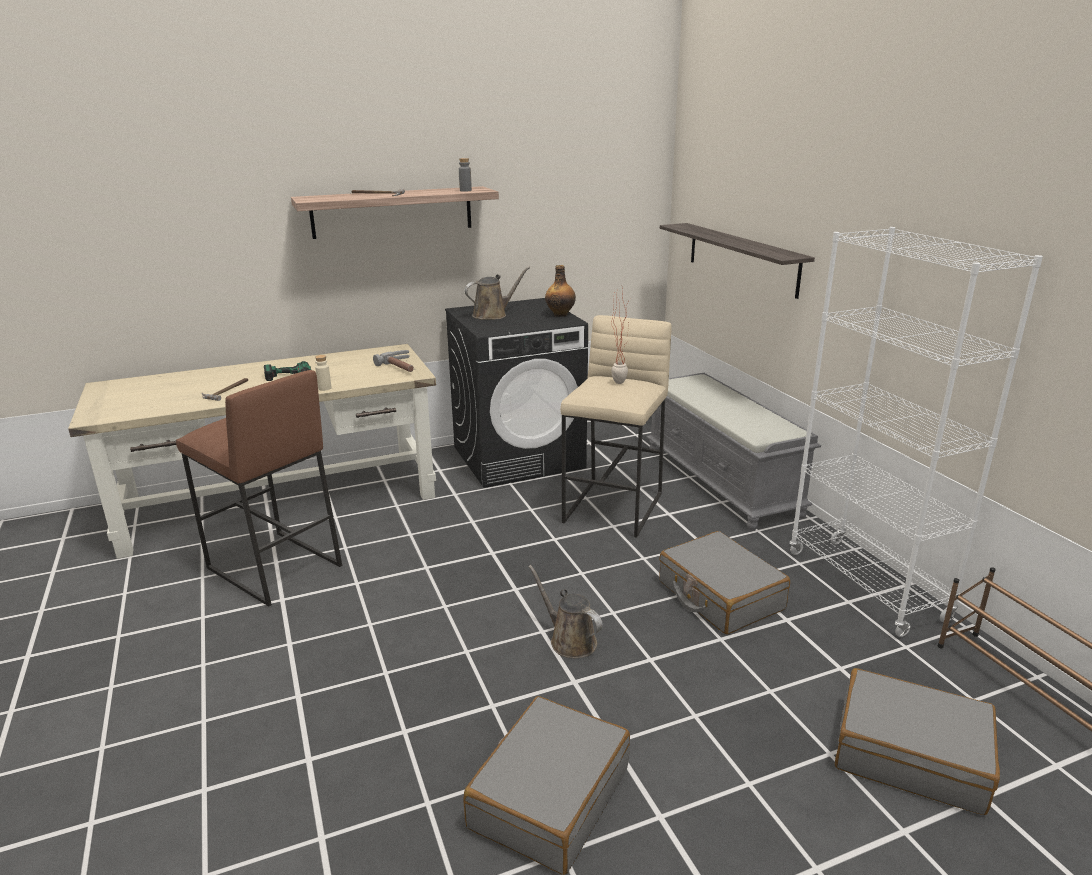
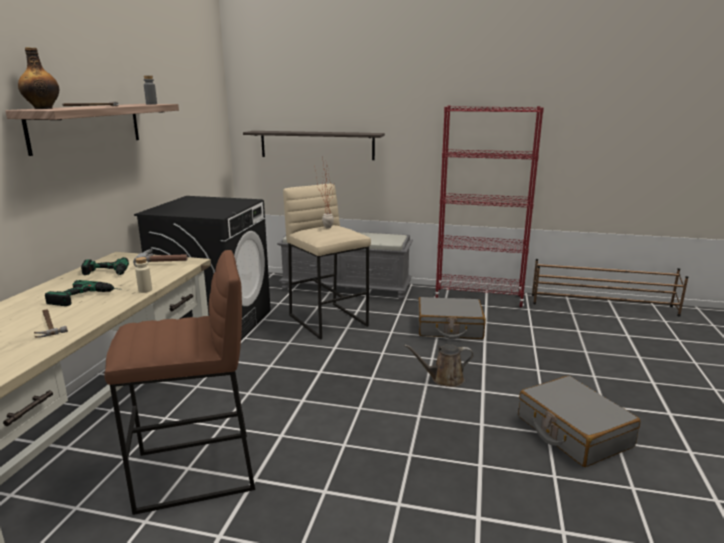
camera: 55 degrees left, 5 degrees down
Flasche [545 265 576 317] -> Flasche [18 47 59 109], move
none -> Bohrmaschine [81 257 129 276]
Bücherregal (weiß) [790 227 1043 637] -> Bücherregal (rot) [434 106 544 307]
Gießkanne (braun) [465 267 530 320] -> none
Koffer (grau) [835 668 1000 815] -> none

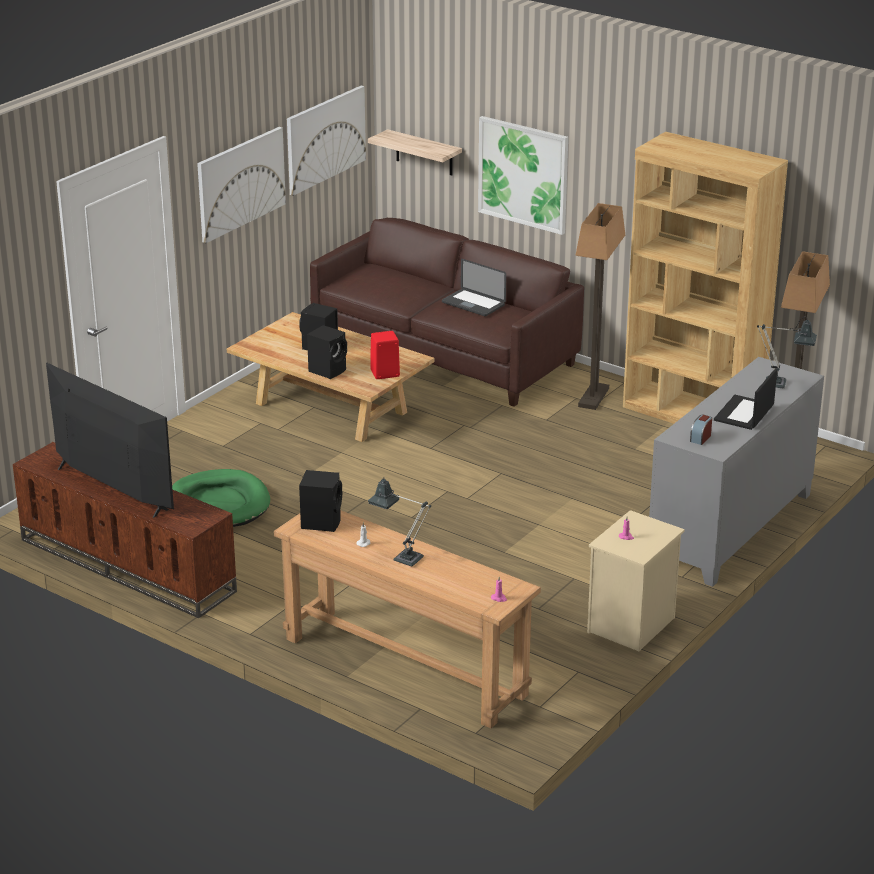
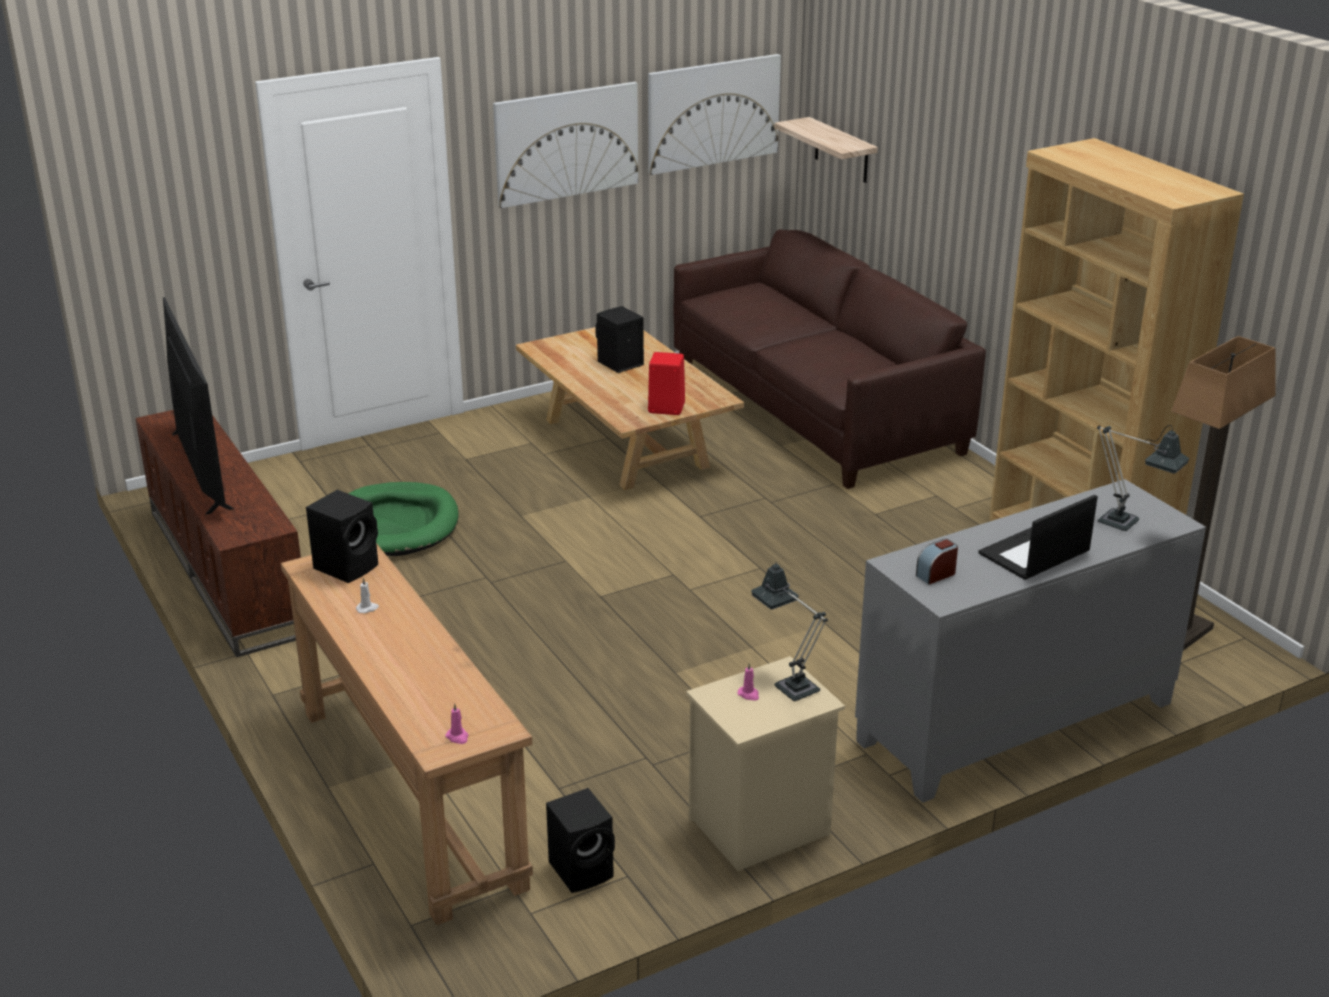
camera: 25 degrees right, 0 degrees up
Lautsprecher (schwarz) [307 325 347 379] -> Lautsprecher (schwarz) [546 788 615 893], move
Tischlampe [368 478 431 566] -> Tischlampe [751 564 828 701], move
Laptop [442 259 506 316] -> none
Bild [478 116 568 235] -> none
Stehlampe [575 203 625 410] -> none

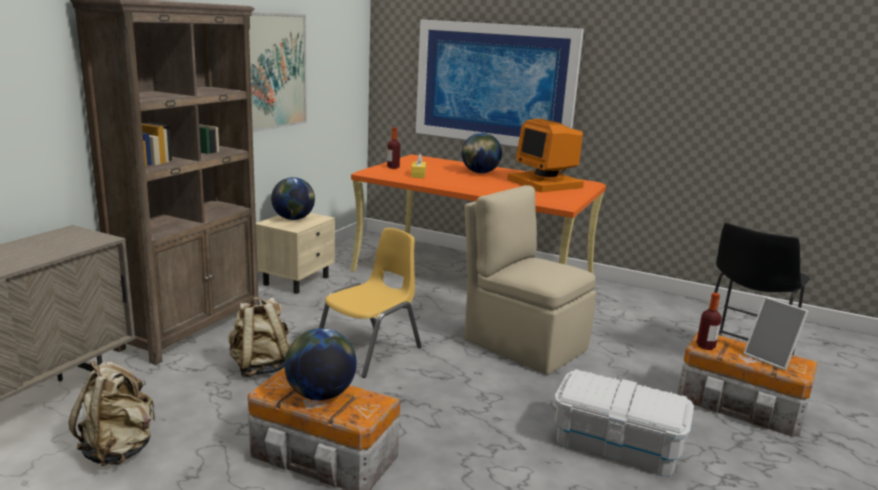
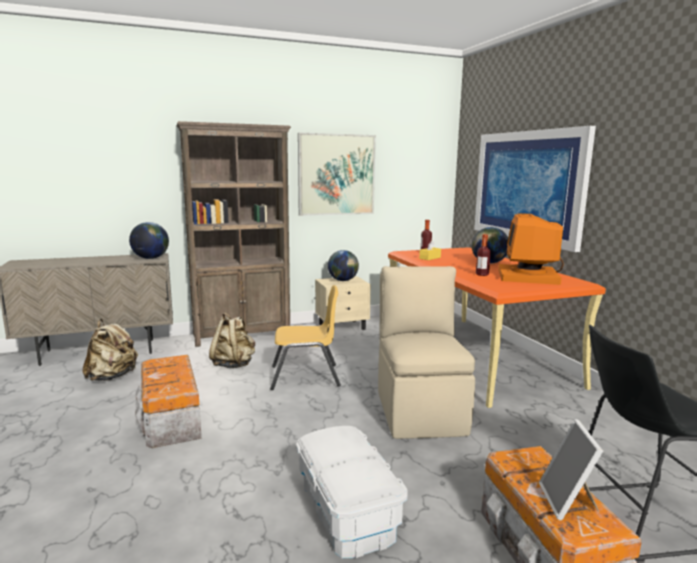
camera: 45 degrees right, 5 degrees down
Globus [284 328 357 400] -> Globus [129 222 169 259], move
Flasche [696 293 722 350] -> Flasche [476 234 491 276], move

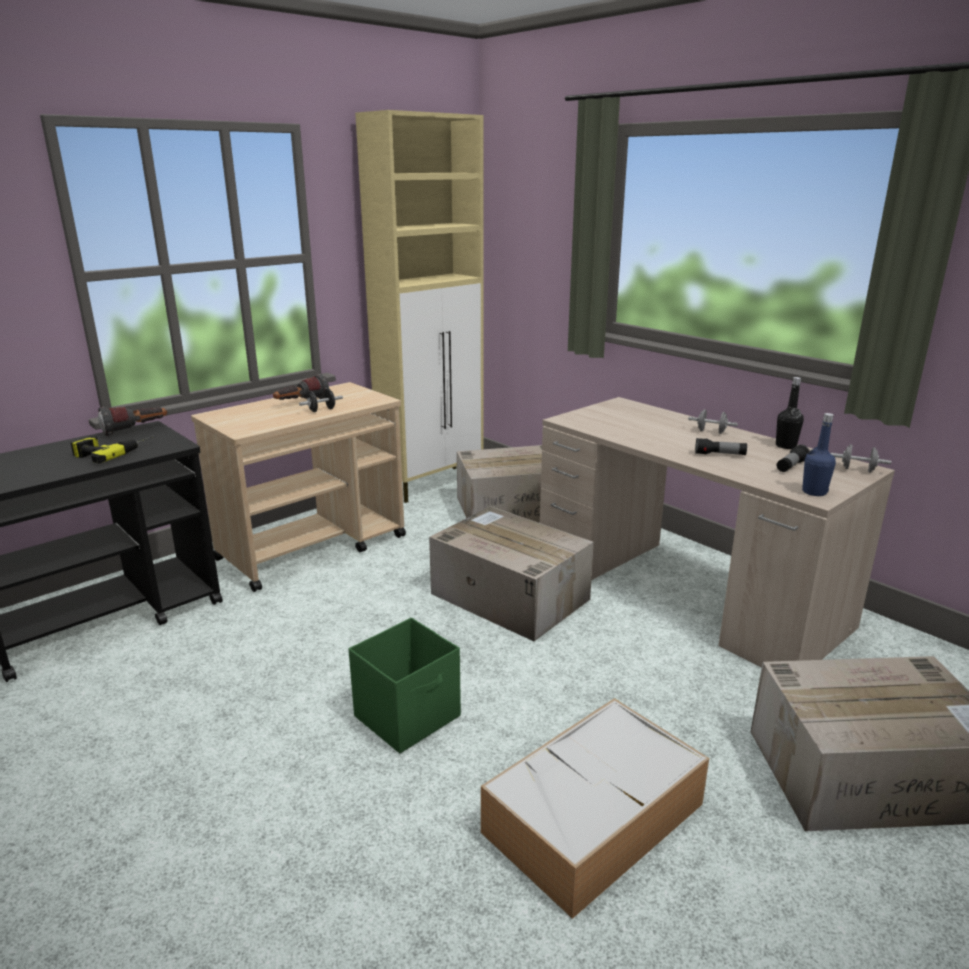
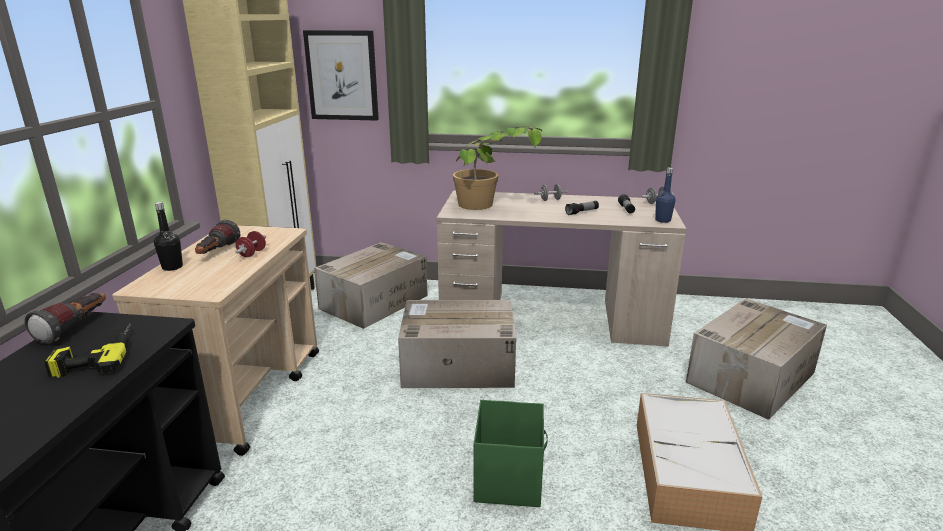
camera: 40 degrees left, 0 degrees up
Flasche (schwarz) [776 377 804 449] -> Flasche (schwarz) [154 202 183 271], move
Hantel (schwarz) [299 389 343 412] -> Hantel (rot) [235 231 266 257]
none -> Bild [303 30 379 121]
none -> Topfpflanze [453 125 542 210]

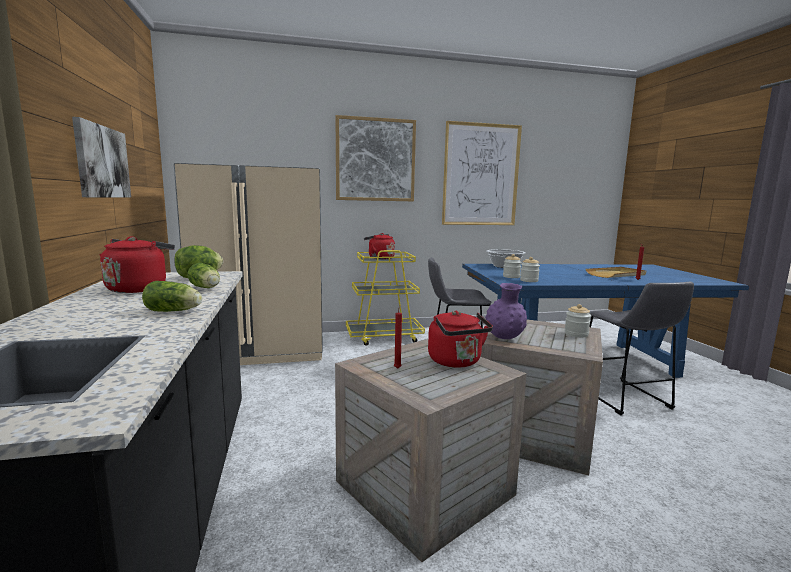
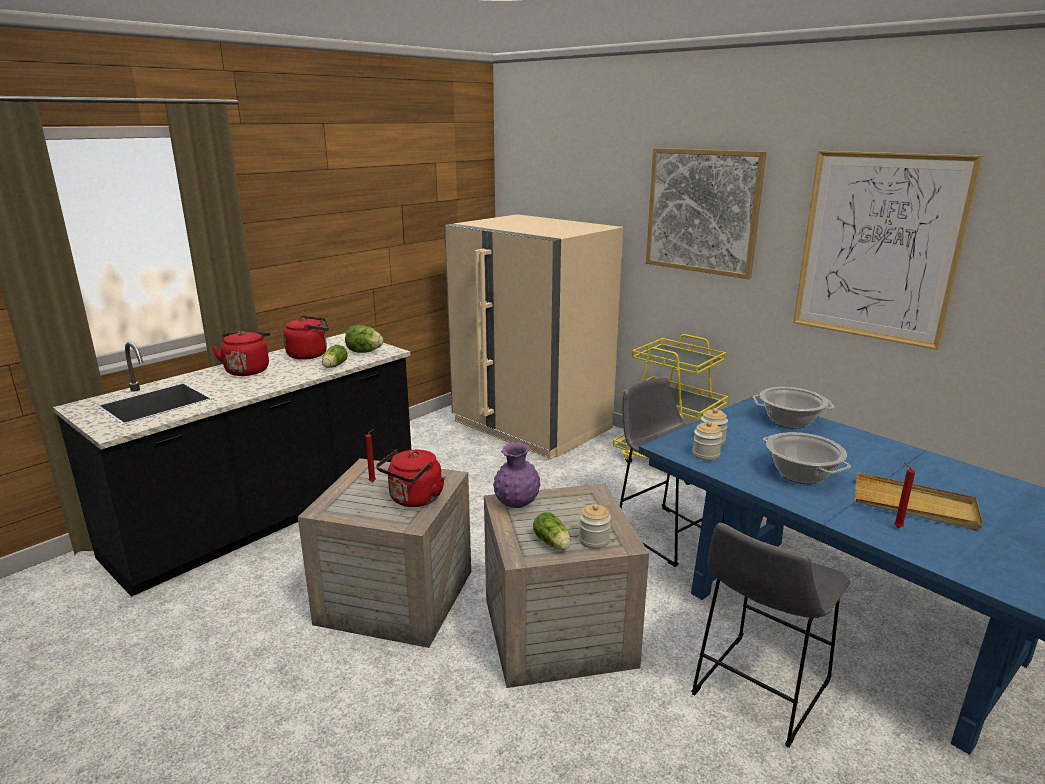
camera: 55 degrees right, 10 degrees up
Wasserkessel (rot) [364 233 395 260] -> Wasserkessel (rot) [212 331 270 376], move
Salatkopf [142 281 202 312] -> Salatkopf [533 512 571 550], move
none -> Kochtopf [763 432 851 484]
Bild [72 117 131 197] -> none

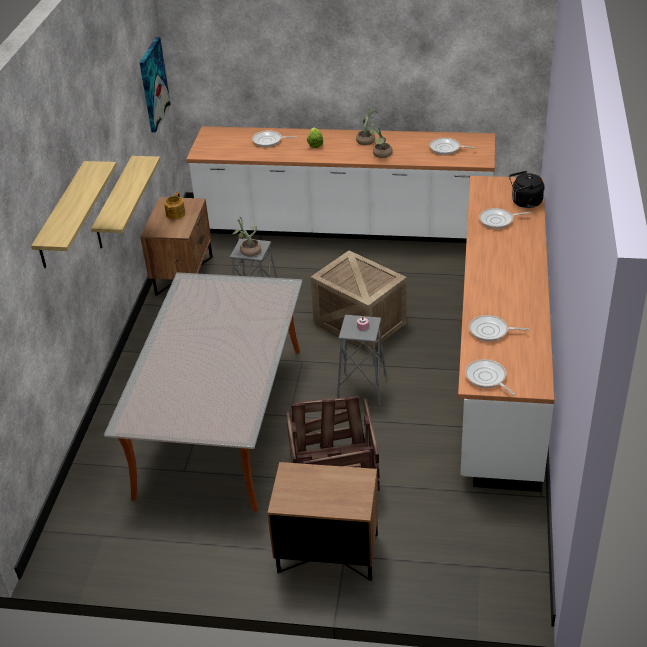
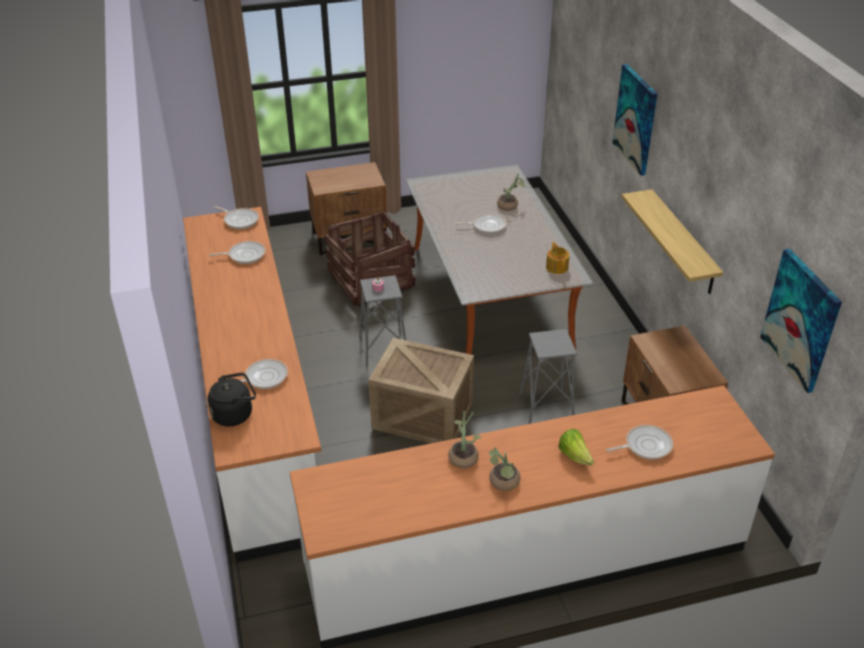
camera: 155 degrees right, 0 degrees up
Pfanne [429 138 476 155] -> Pfanne [455 213 507 234], move
Topfpflanze [232 217 261 257] -> Topfpflanze [497 173 525 211], move
Teekanne [164 192 185 219] -> Teekanne [546 242 570 274], move
Wandregal [31 161 117 268] -> Bild [613 64 657 176]

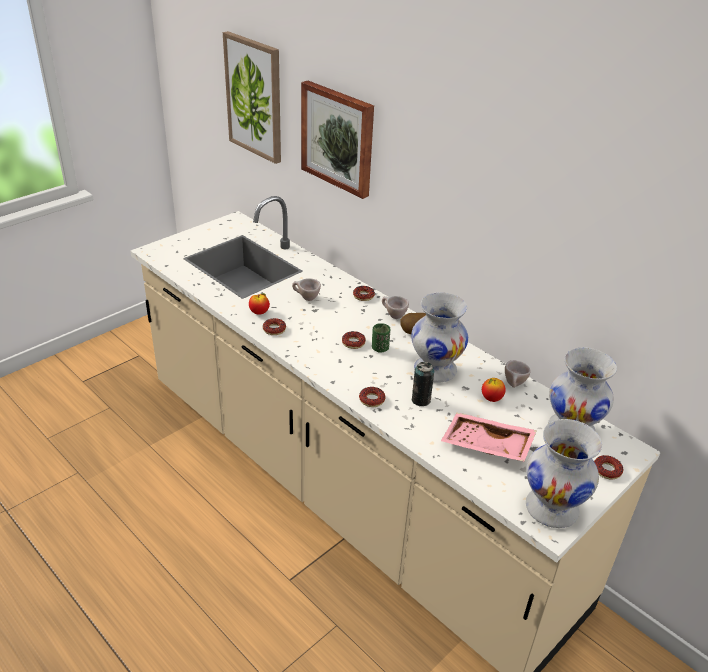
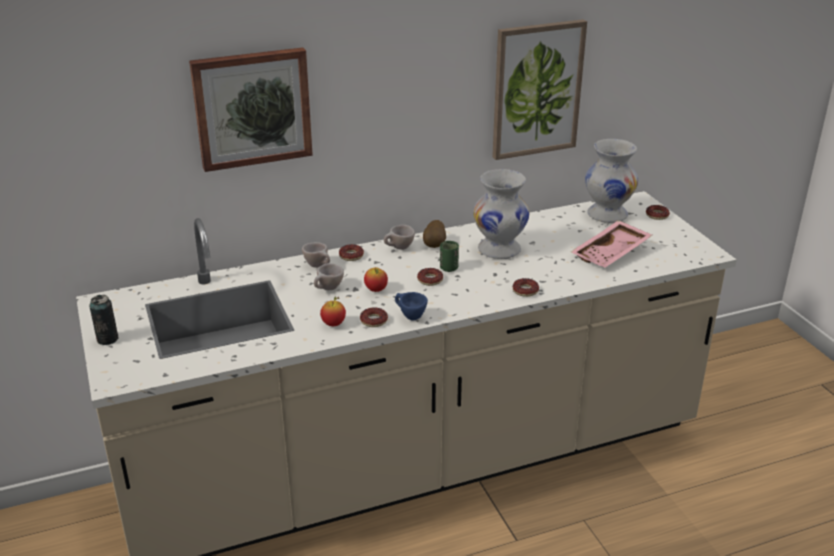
camera: 65 degrees left, 5 degrees down
Dose [412 362 434 406] -> Dose [89 295 119 345], move
Tasse (beige) [505 360 531 388] -> Tasse (beige) [302 242 330 268], move
Apfel [482 378 506 402] -> Apfel [364 267 388 292], move
none -> Tasse (blau) [395 292 428 321]
Bild [223 31 281 164] -> Bild [492 19 587 160], move
Vase (weiß) [526 419 602 528] -> none

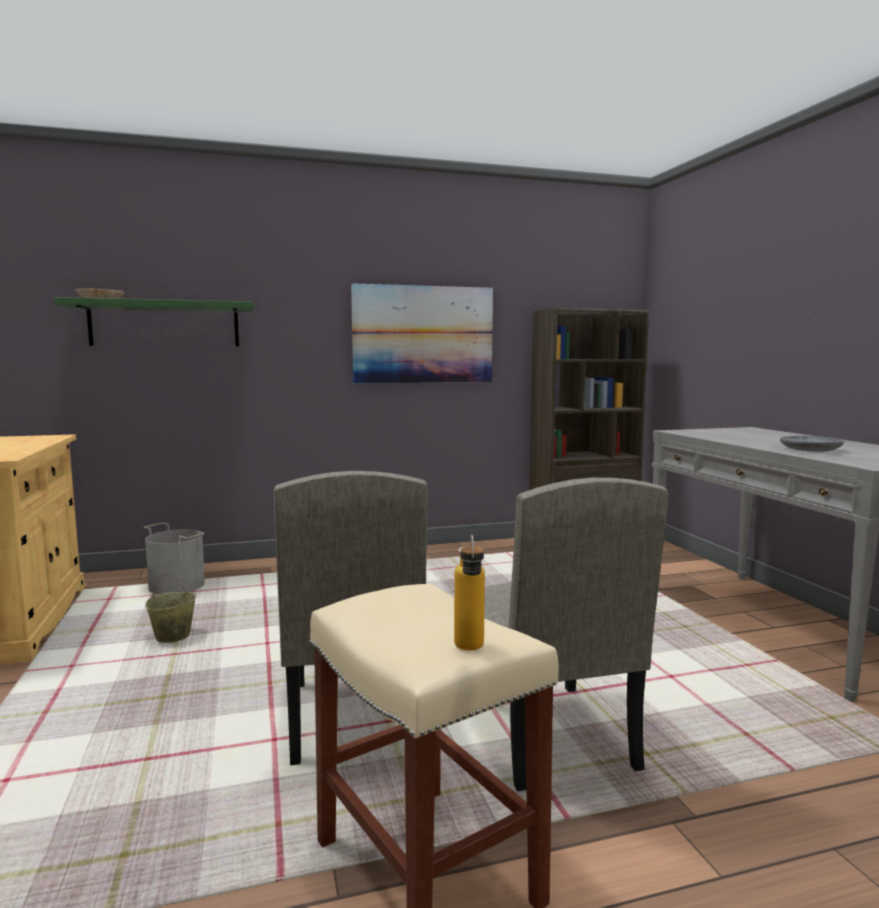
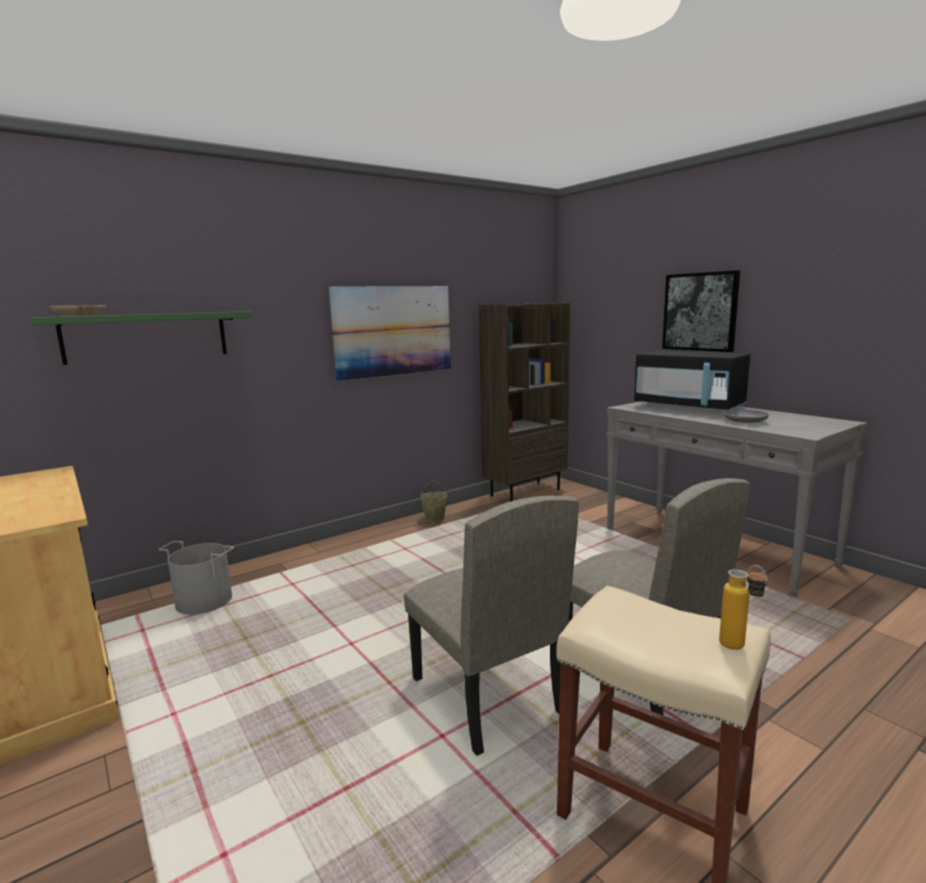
camera: 20 degrees left, 5 degrees up
Eimer (beige) [145 573 196 643] -> Eimer (beige) [420 480 448 522], move
none -> Mikrowelle (schwarz) [634 350 750 411]
none -> Bild [662 270 740 352]

